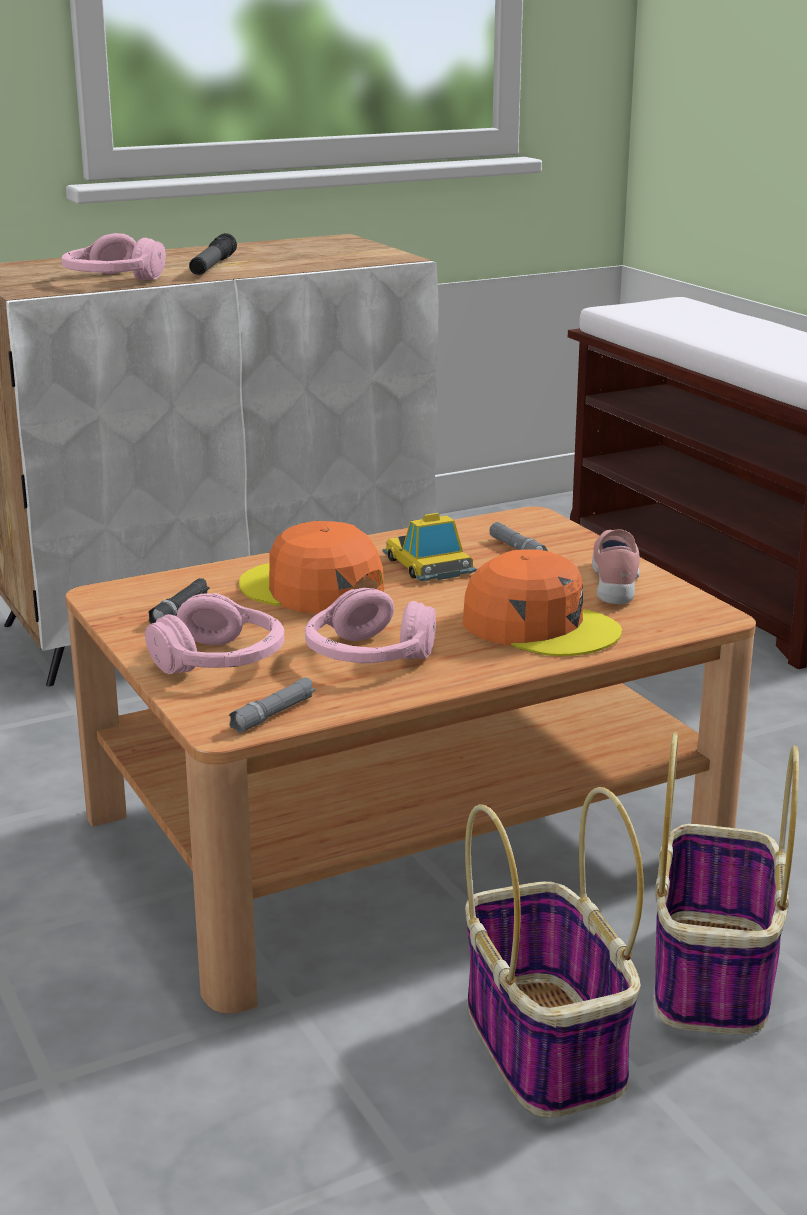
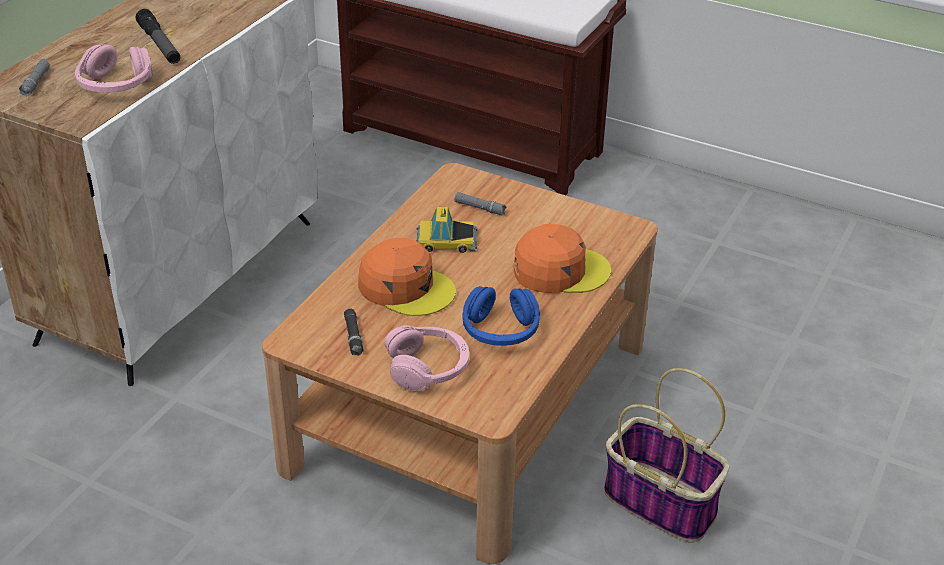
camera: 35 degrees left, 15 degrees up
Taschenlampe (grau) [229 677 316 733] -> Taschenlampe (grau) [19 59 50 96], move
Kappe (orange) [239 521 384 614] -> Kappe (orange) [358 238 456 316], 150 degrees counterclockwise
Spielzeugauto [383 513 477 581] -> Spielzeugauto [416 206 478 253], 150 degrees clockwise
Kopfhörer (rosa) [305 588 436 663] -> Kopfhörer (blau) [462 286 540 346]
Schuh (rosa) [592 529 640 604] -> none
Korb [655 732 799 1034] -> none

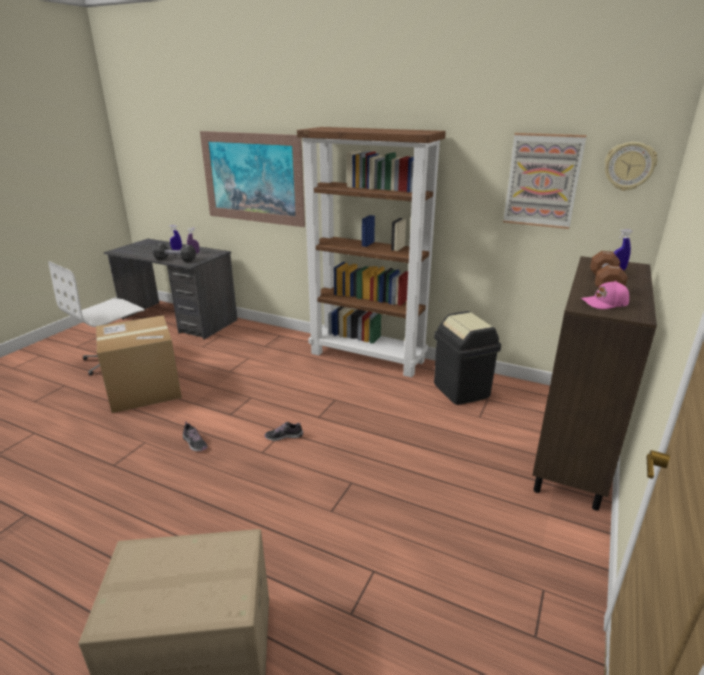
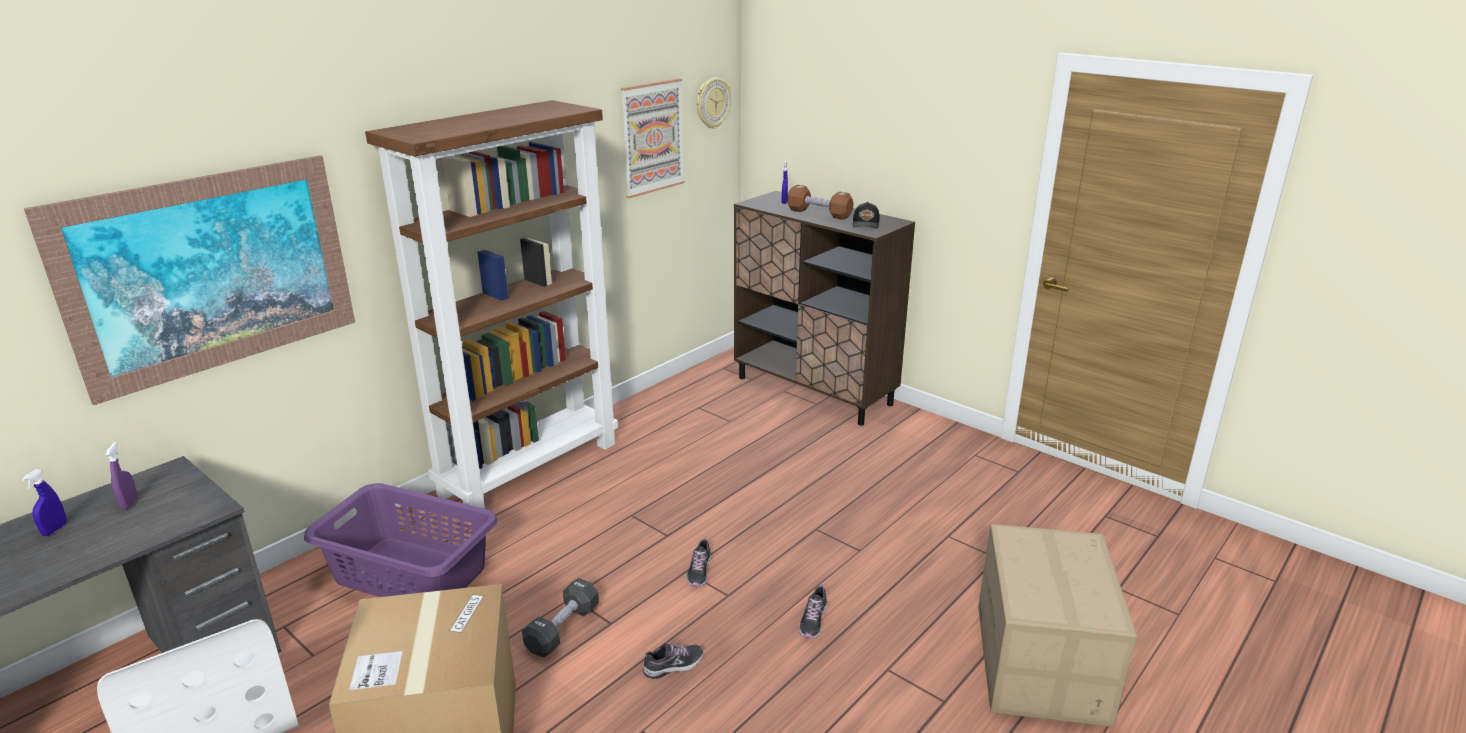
camera: 75 degrees left, 0 degrees up
none -> Wäschekorb (lila) [304 483 498 597]
Hantel (schwarz) [152 243 196 262] -> Hantel (schwarz) [522 578 599 657], move
none -> Schuh [799 583 827 638]
Kappe (rosa) [581 281 629 309] -> Kappe (schwarz) [853 202 880 229]
Mülleimer (schwarz) [434 311 501 405] -> none

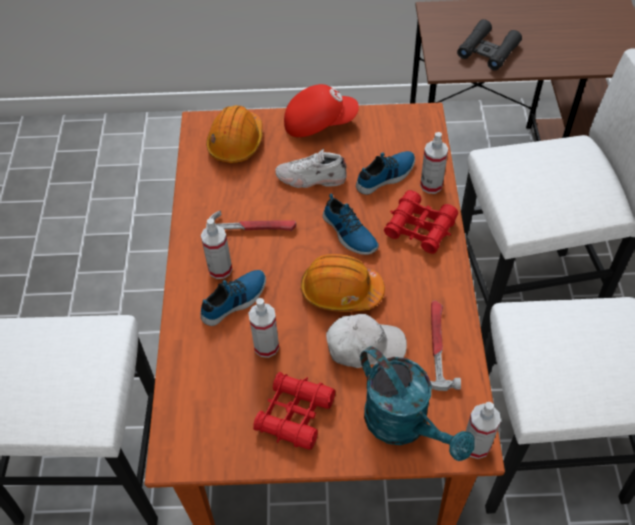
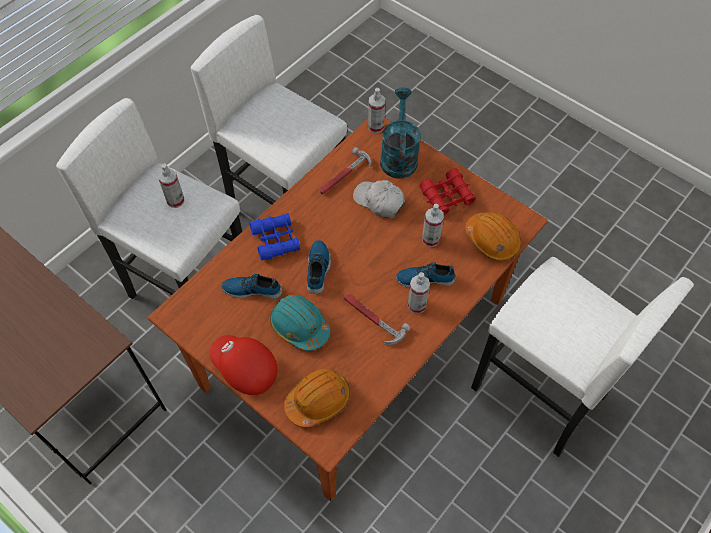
camera: 140 degrees left, 5 degrees up
Sprühflasche [420 132 448 194] -> Sprühflasche [158 164 184 208], move
Fernglas (rot) [384 190 458 254] -> Fernglas (blau) [249 213 300 260]
Schuh (weiß) [275 149 347 188] -> Schutzhelm (türkis) [270 295 330 351]
Schutzhelm (orange) [301 254 385 312] -> Schutzhelm (orange) [465 212 522 261], move
Fernglas (schwarz) [457 19 522 70] -> none

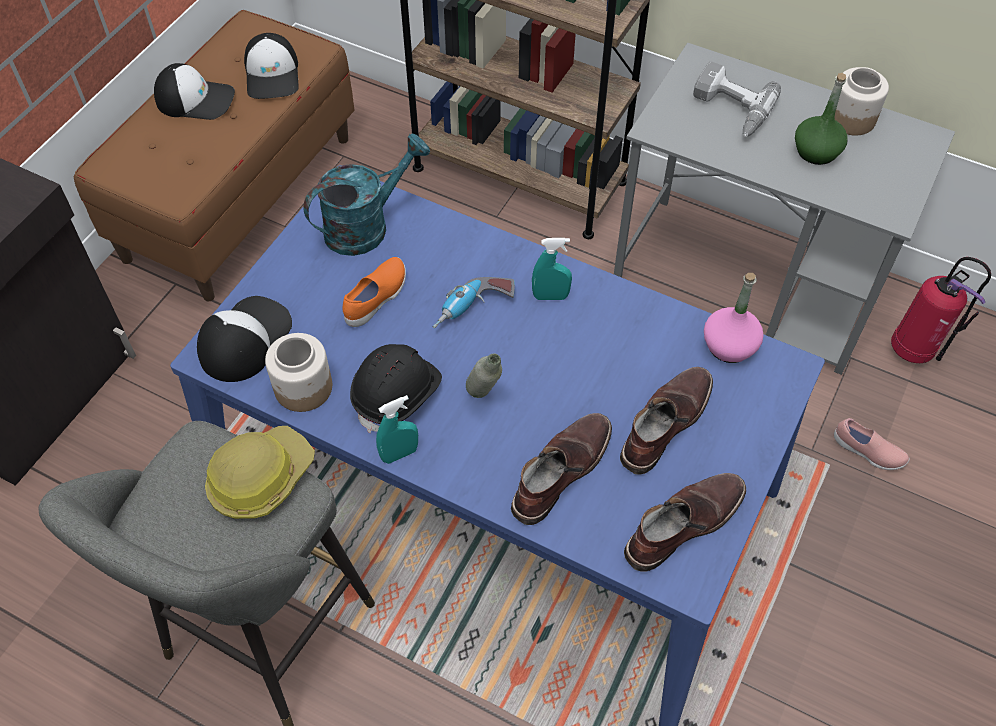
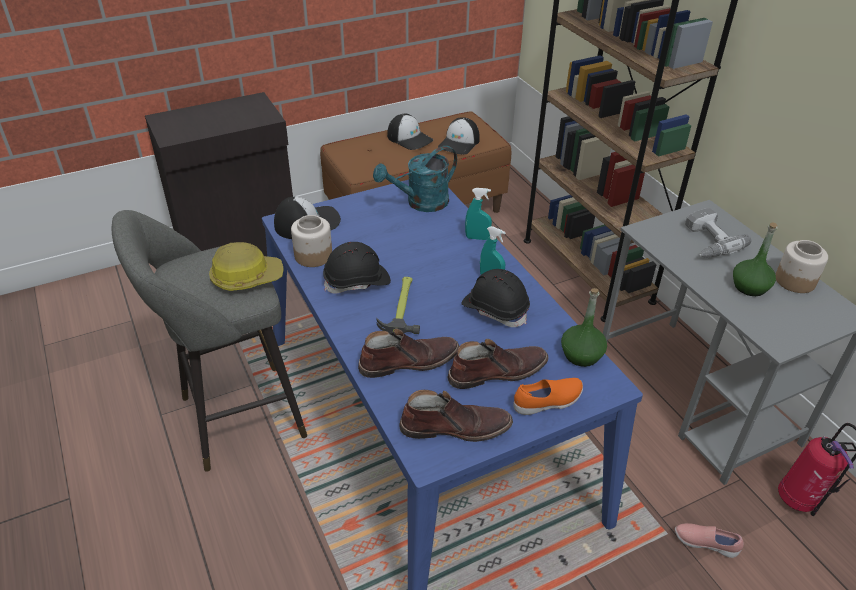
camera: 35 degrees right, 15 degrees down
Gießkanne (türkis) [303 133 430 256] -> Gießkanne (türkis) [373 146 457 212], 150 degrees clockwise
Flasche (grau) [466 353 502 398] -> Hammer [376 277 420 334]
none -> Schutzhelm (schwarz) [461 269 530 327]
Sprühflasche (türkis) [376 395 418 464] -> Sprühflasche (türkis) [465 188 492 240], move
Schuh (orange) [343 257 406 327] -> Schuh (orange) [513 378 583 415], move
Flasche (rosa) [704 273 764 363] -> Flasche (grün) [561 288 607 367]
Schuh (rosa) [834 418 910 470] -> Schuh (rosa) [675 523 744 558], 135 degrees clockwise
Bohrmaschine [432 277 515 328] -> none

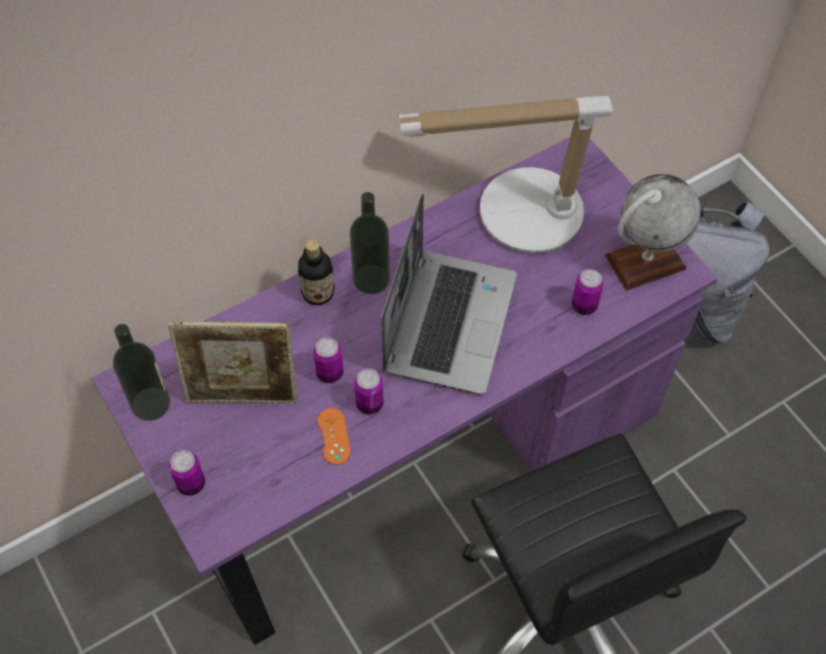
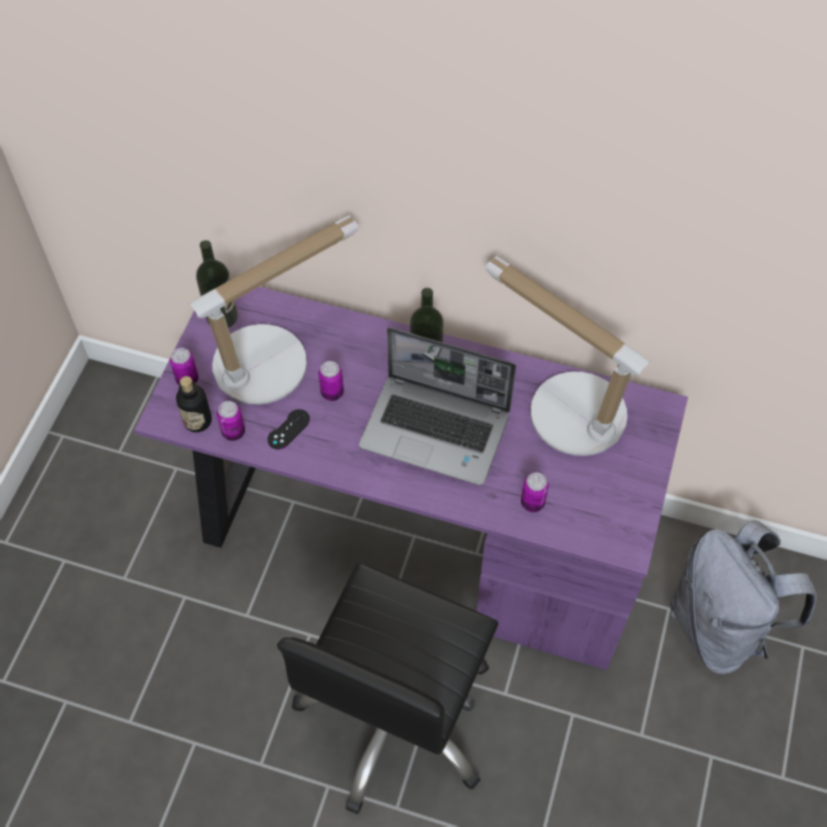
camera: 50 degrees right, 0 degrees up
Flasche [298 240 335 305] -> Flasche [176 376 212 432], move
Bilderrahmen [168 321 297 403] -> Tischlampe [189 214 359 404]
Dose [354 369 383 414] -> Dose [217 401 245 441], move
Gamepad (orange) [318 408 351 465] -> Gamepad (schwarz) [268 409 310 449]
Laptop [381 194 517 395] -> Laptop [359 327 516 485], 45 degrees clockwise
Globus [605 174 701 291] -> none

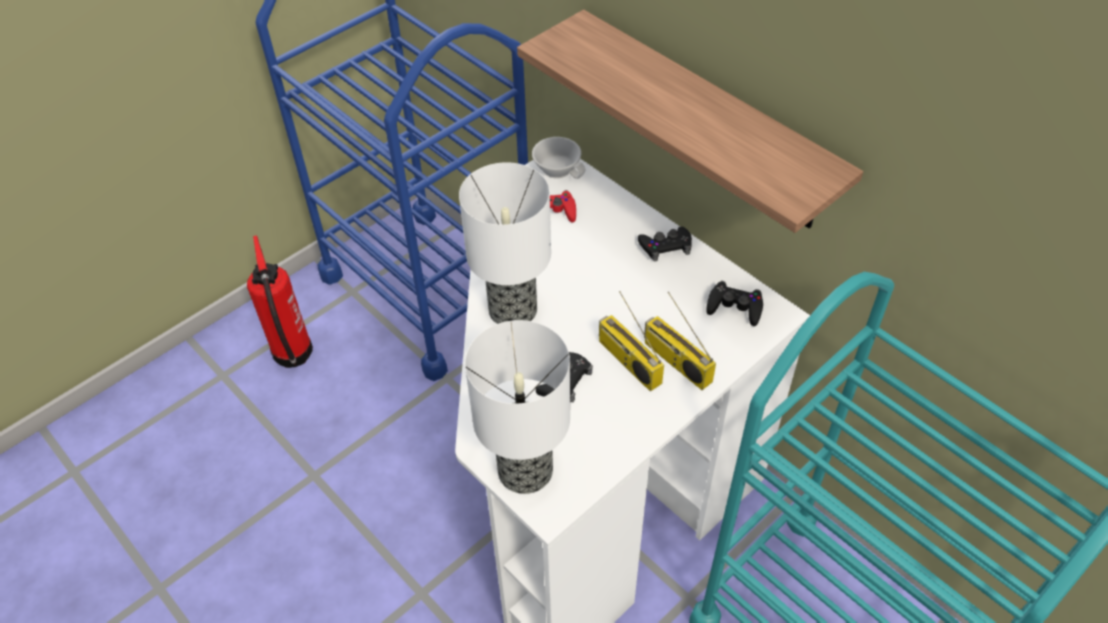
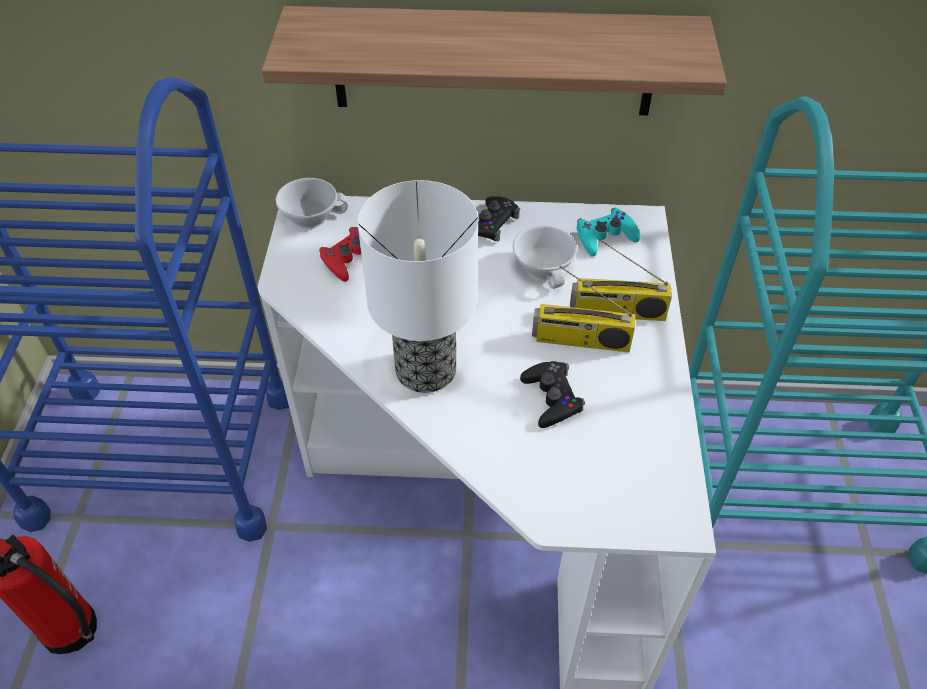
camera: 45 degrees left, 0 degrees up
none -> Tasse (weiß) [513 225 577 289]
Gamepad (schwarz) [706 281 763 326] -> Gamepad (türkis) [577 208 640 257]
Tischlampe [465 320 570 494] -> none

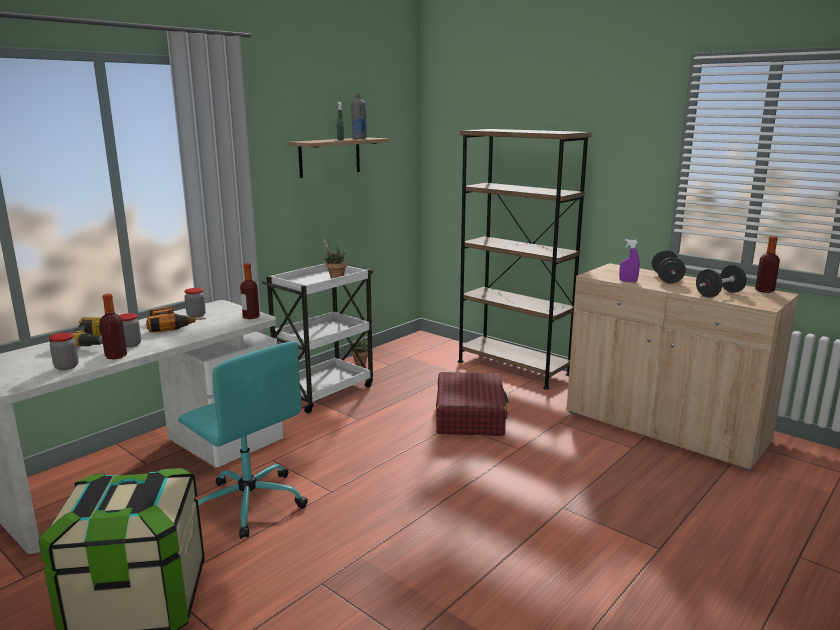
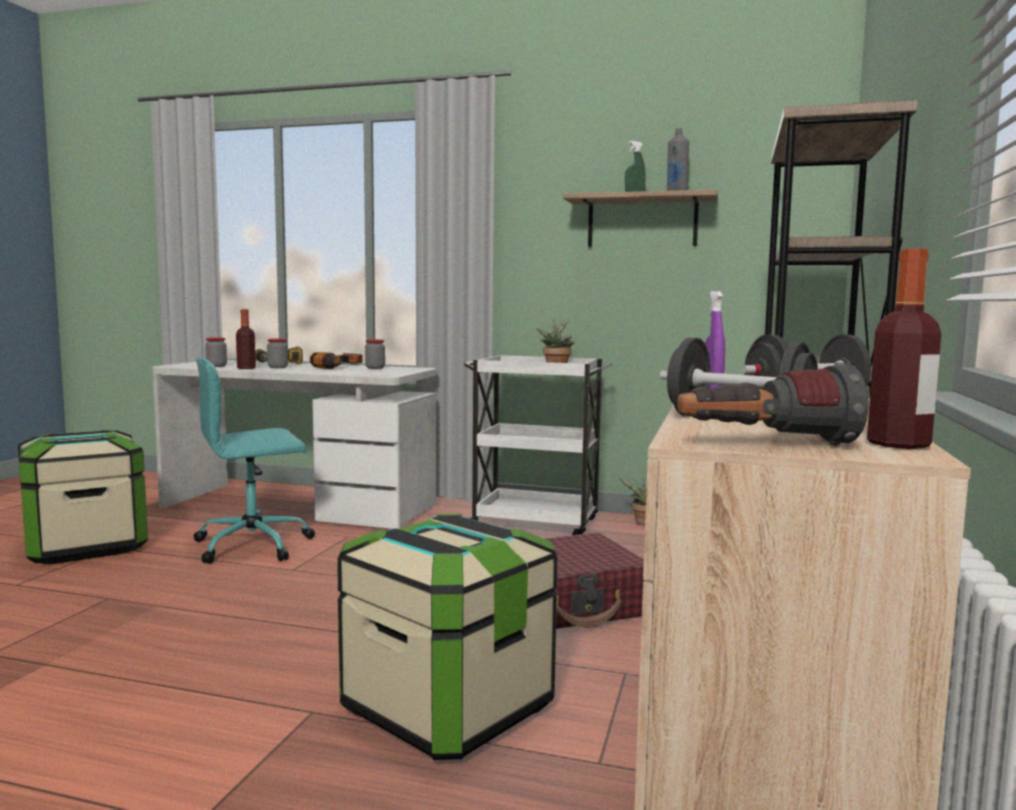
camera: 65 degrees right, 10 degrees down
Bürostuhl (türkis) [178 342 308 539] -> Bürostuhl (türkis) [194 357 315 564], 45 degrees clockwise
none -> Aufbewahrungsbox [337 514 557 760]
none -> Taschenlampe [677 362 869 445]
Flasche [240 263 260 319] -> none

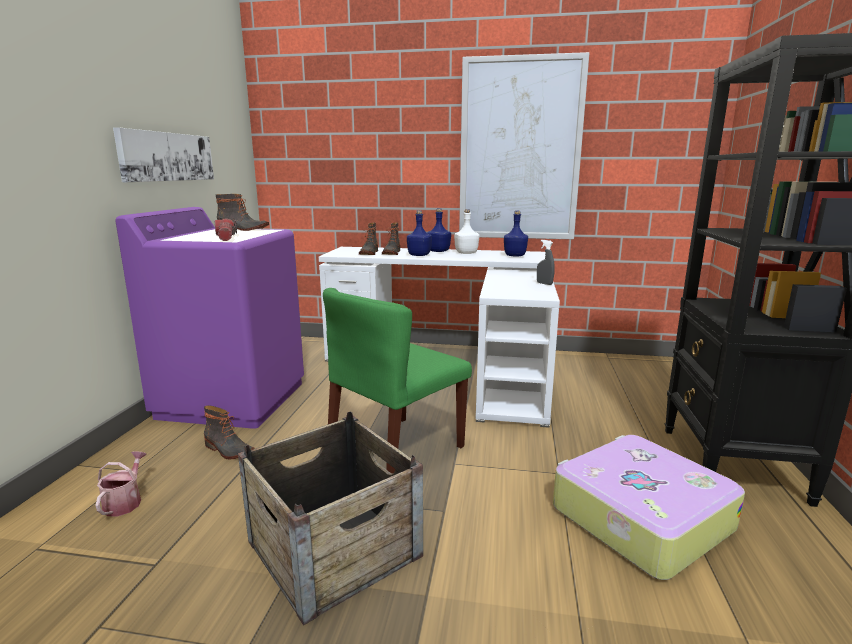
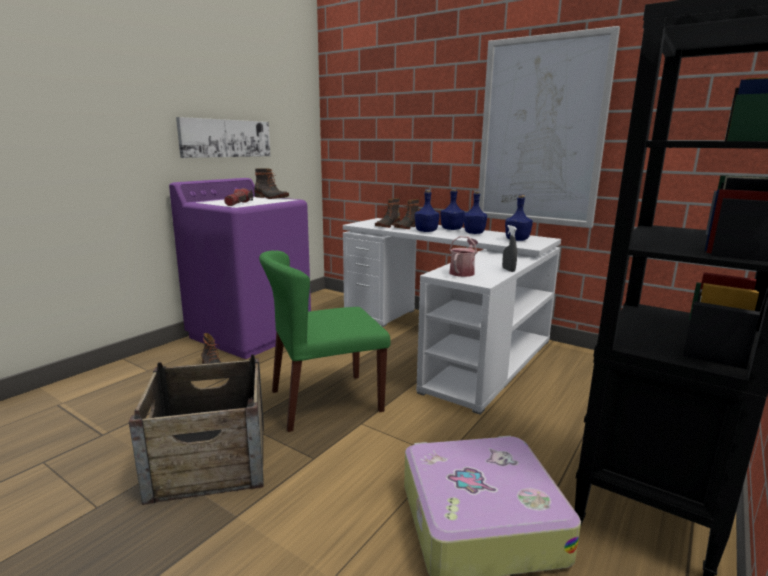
camera: 25 degrees right, 0 degrees up
Gießkanne [95 451 147 516] -> Gießkanne [449 236 478 277], move
Flasche (weiß) [454 209 479 254] -> Flasche (blau) [464 190 487 234]

